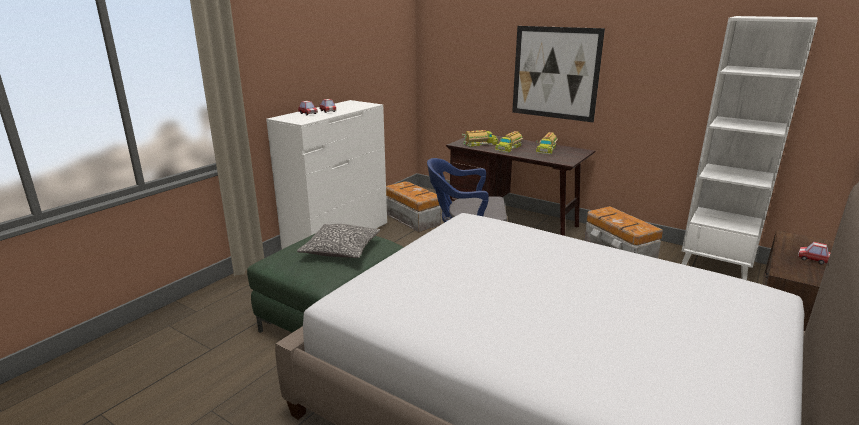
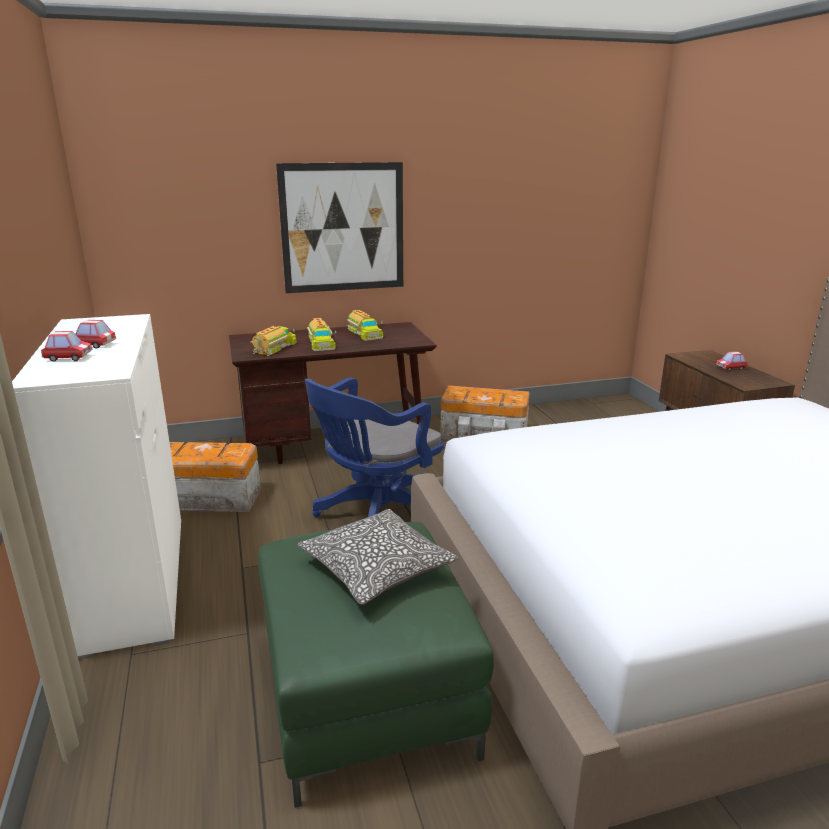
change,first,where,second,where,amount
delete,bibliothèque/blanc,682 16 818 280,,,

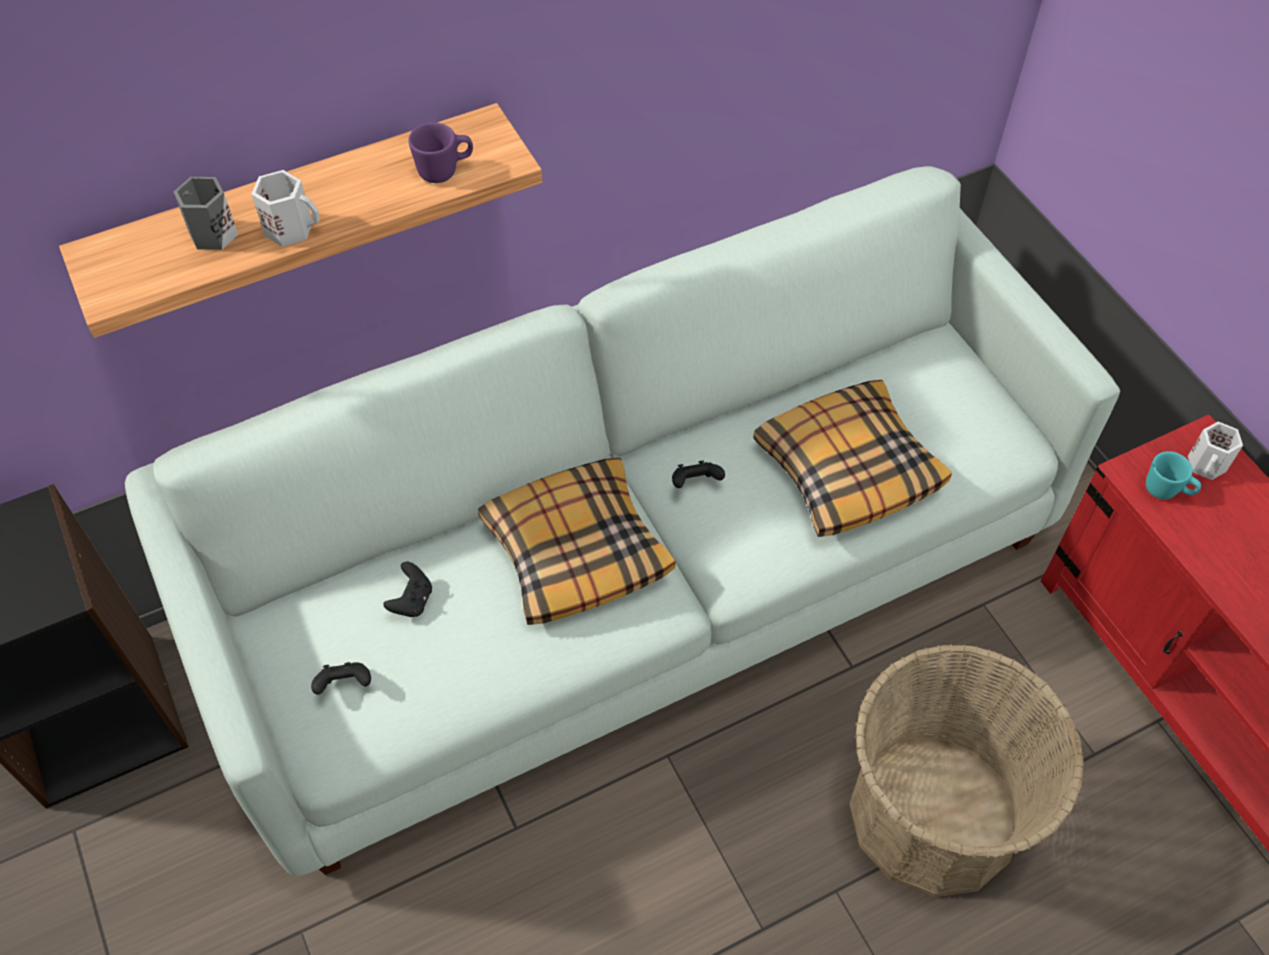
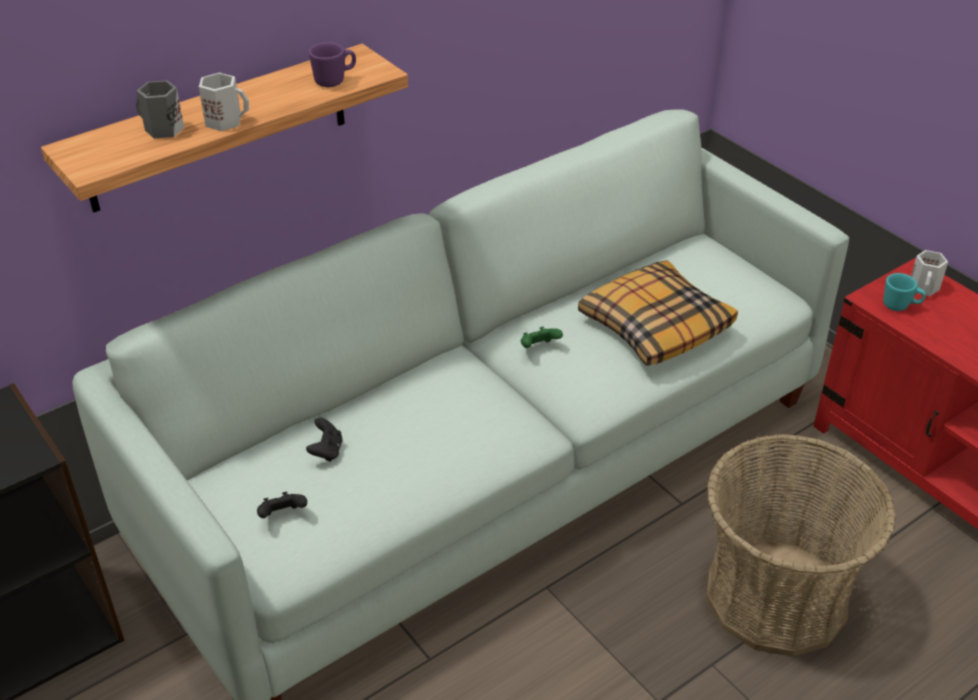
change,first,where,second,where,amount
delete,coussin,478 458 675 625,,,
recolor,manette/noir,672 461 725 488,manette/vert,521 327 563 348,

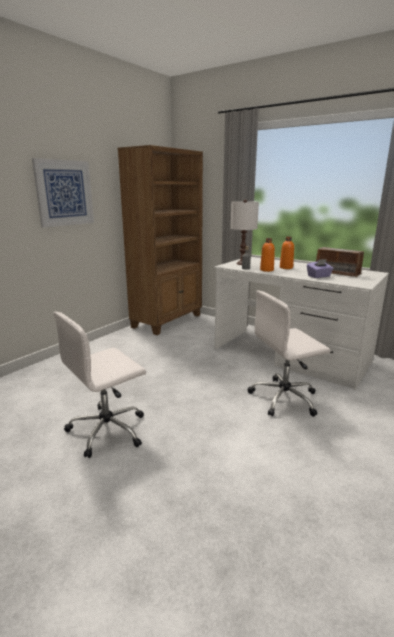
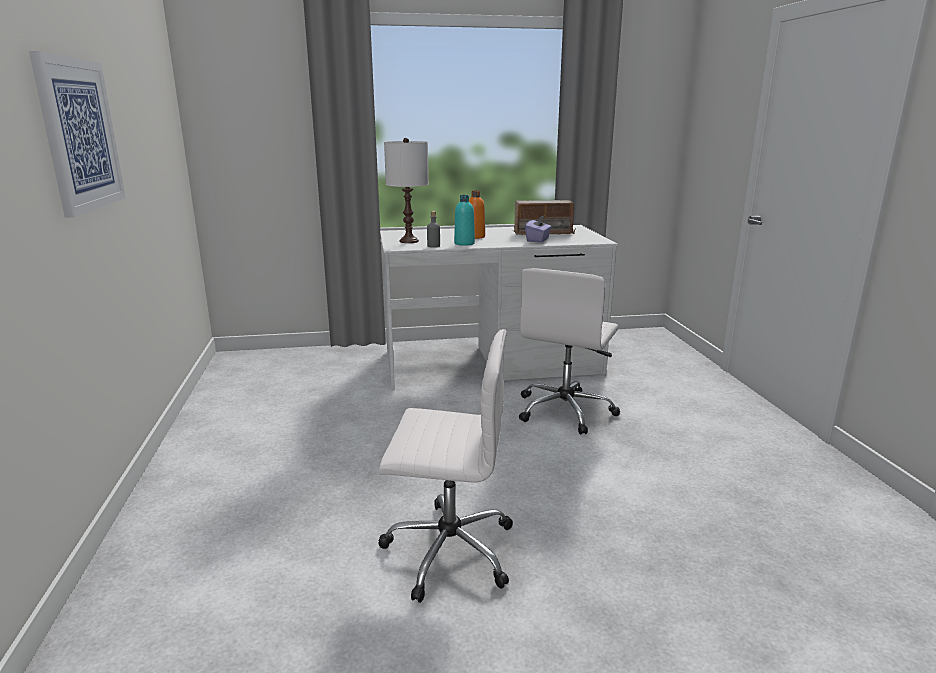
change,first,where,second,where,amount
rotate,chaise de bureau/blanc,53 312 146 458,,378 329 513 603,90 degrees counterclockwise
delete,bibliothèque/marron,118 145 203 335,,,
recolor,bouteille/orange,260 238 275 272,bouteille/turquoise,454 195 475 246,

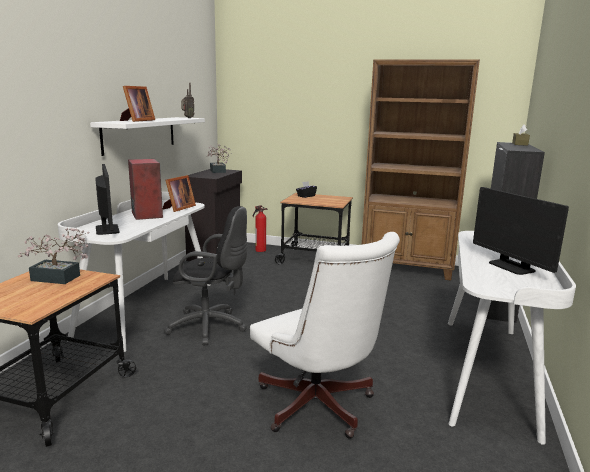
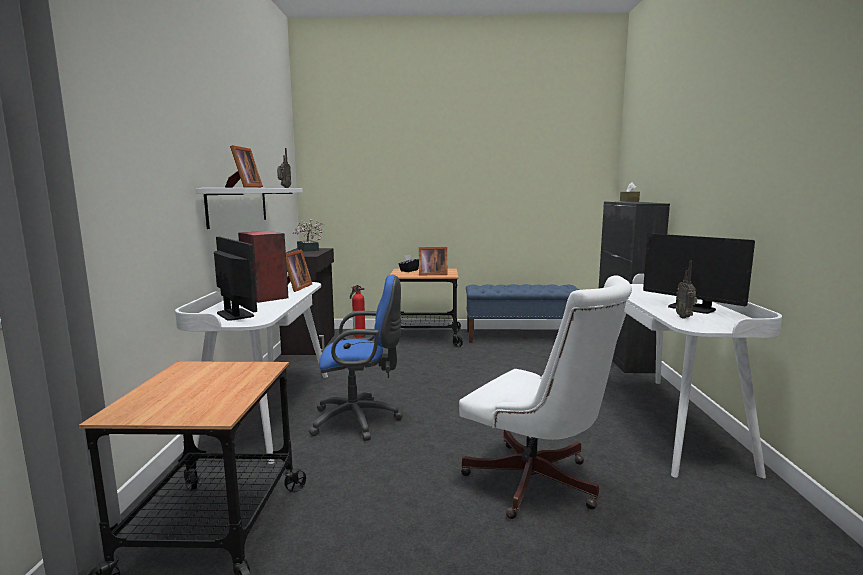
change,first,where,second,where,amount
delete,plante en pot,18 228 89 284,,,
recolor,chaise de bureau/noir,164 206 247 345,chaise de bureau/bleu,308 275 403 441,
replace,bibliothèque/marron,362 60 480 281,banc/bleu,466 284 579 343,
insert,,,cadre photo,419 247 448 275,
insert,,,radio,676 260 697 318,

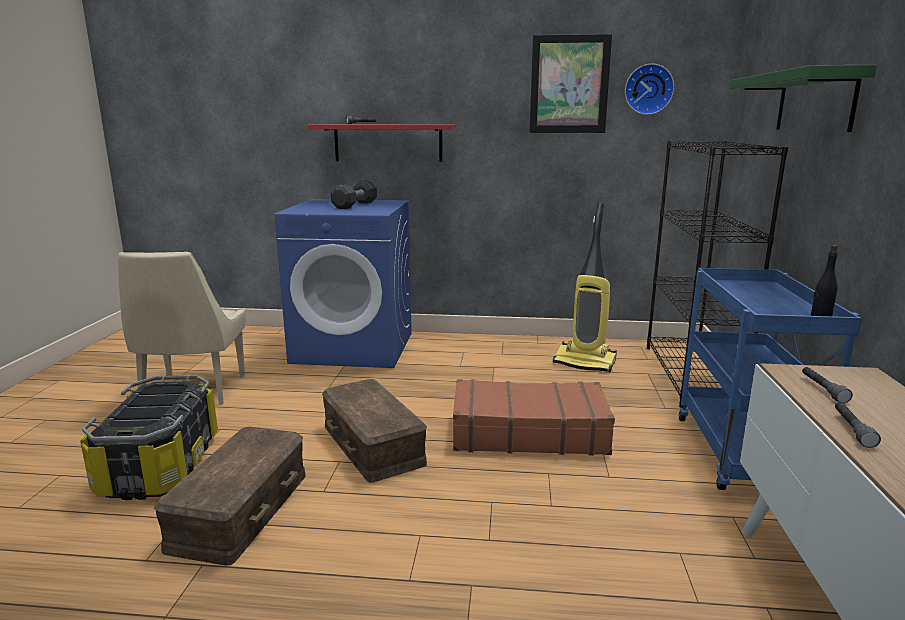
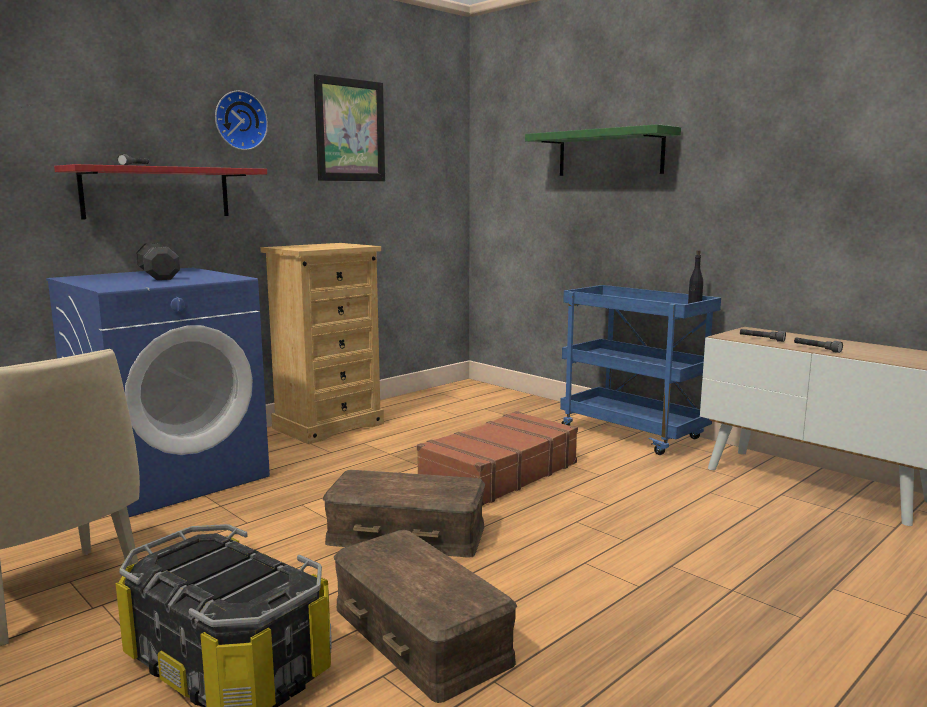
change,first,where,second,where,amount
delete,aspirateur,553 203 617 372,,,
move,horloge murale,625 64 674 115,,215 91 268 150,
delete,bibliothèque/noir,647 140 788 408,,,
insert,,,commode/beige,260 243 384 444,

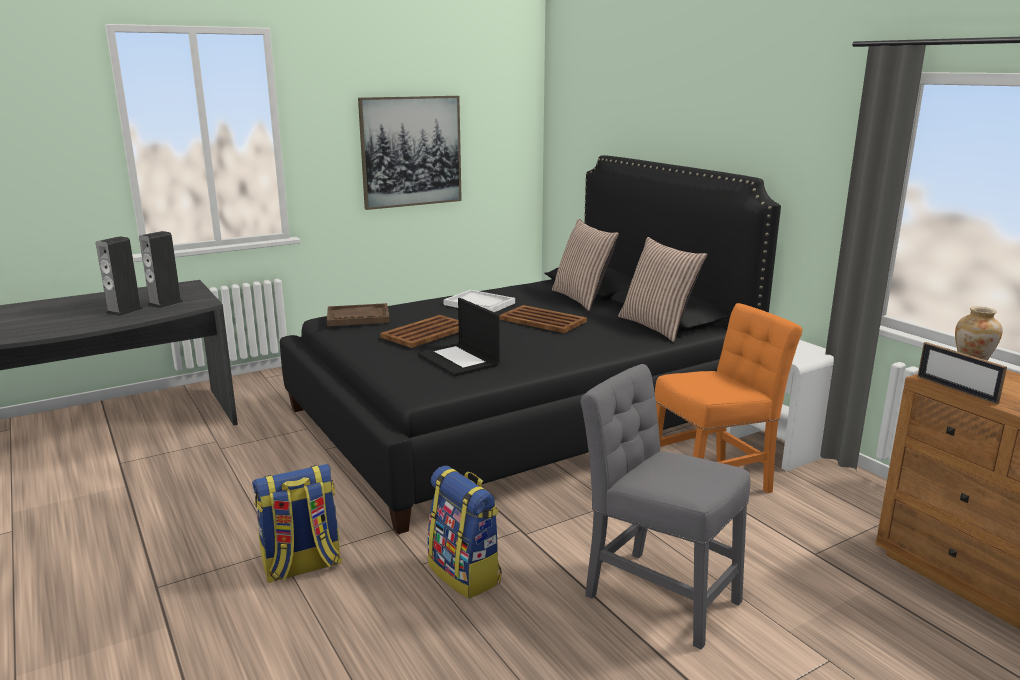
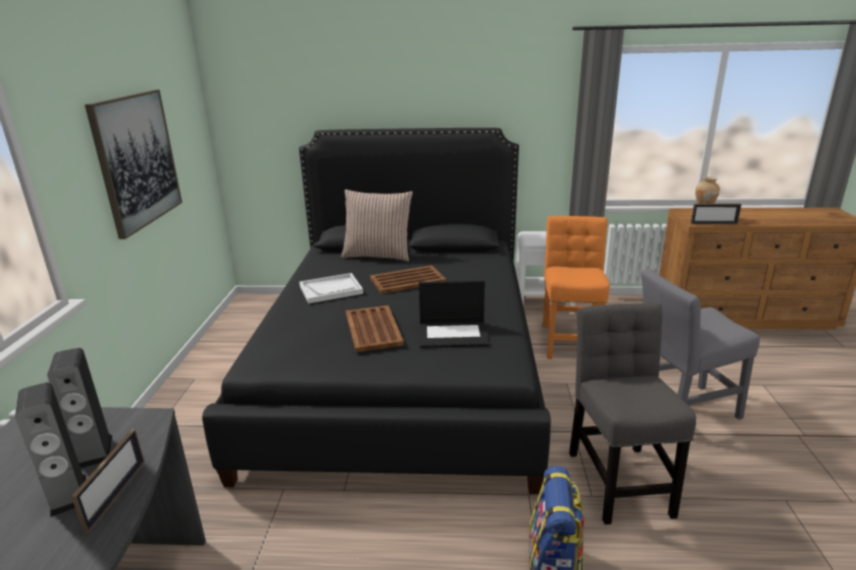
change,first,where,second,where,amount
delete,plateau/marron,327 303 390 326,,,
replace,sac à dos,427 466 502 599,chaise/gris,569 303 696 525,
delete,coussin,618 237 707 342,,,
insert,,,cadre photo,71 429 145 533,

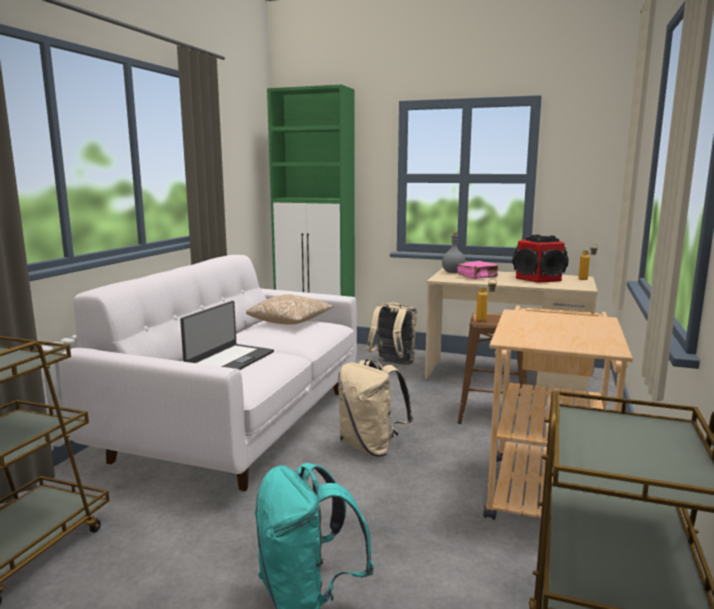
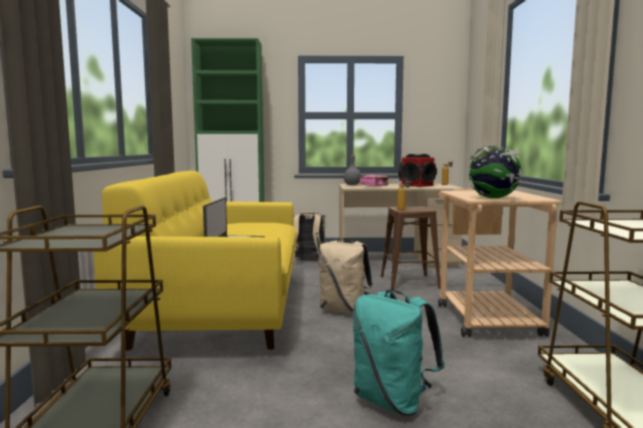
change,first,where,second,where,amount
recolor,canapé/blanc,59 255 357 491,canapé/jaune,94 171 296 351,
delete,coussin,246 294 334 325,,,
insert,,,globe,468 146 523 198,

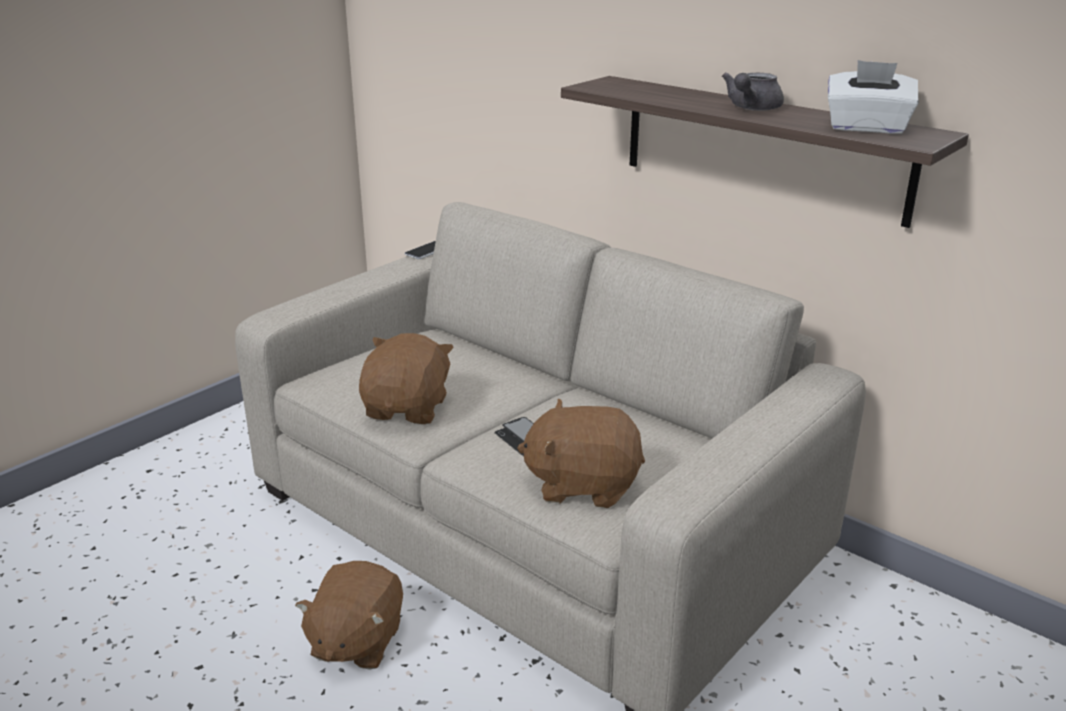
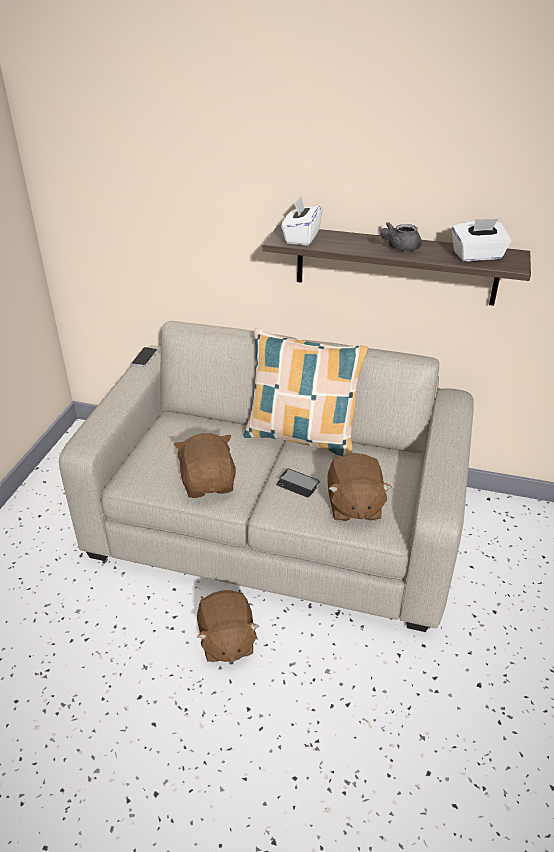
change,first,where,second,where,amount
rotate,peluche/marron,517 398 645 508,,327 453 392 521,75 degrees counterclockwise
rotate,théière/gris,722 72 784 111,,380 222 422 251,45 degrees clockwise
insert,,,coussin,244 328 369 456,
insert,,,boîte à mouchoirs/blanc,281 197 323 246,

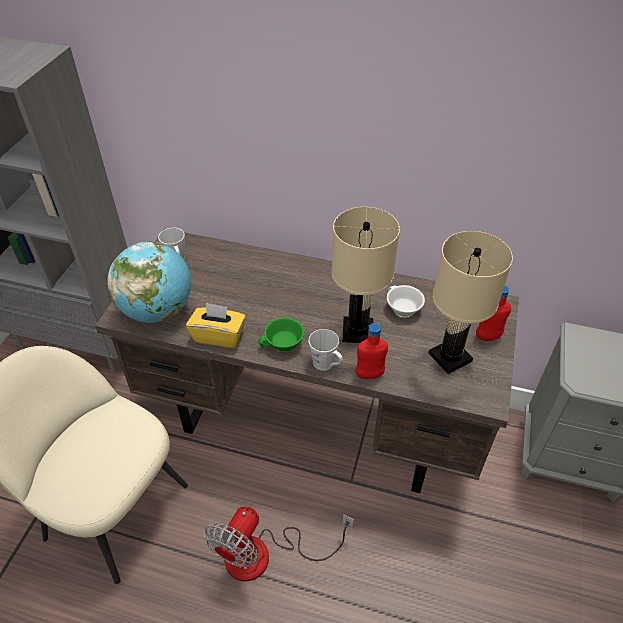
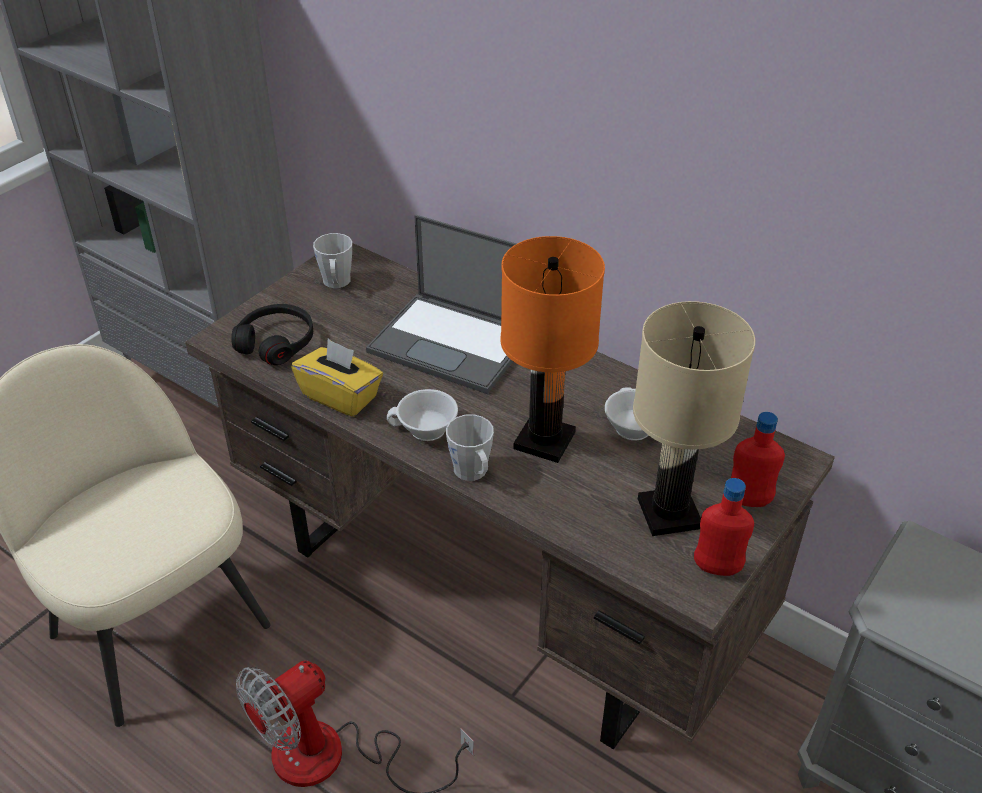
change,first,where,second,where,amount
replace,globe,107 241 191 323,casque audio/noir,231 304 313 365,
recolor,tasse/vert,258 317 304 352,tasse/blanc,387 389 458 441,
recolor,lampe de table/beige,331 207 400 343,lampe de table/orange,501 236 605 463,
move,bouteille/rouge,356 323 388 379,,694 478 754 576,
insert,,,ordinateur portable,366 215 516 394,

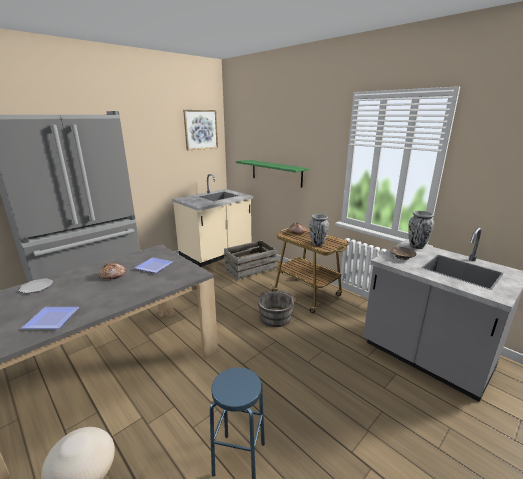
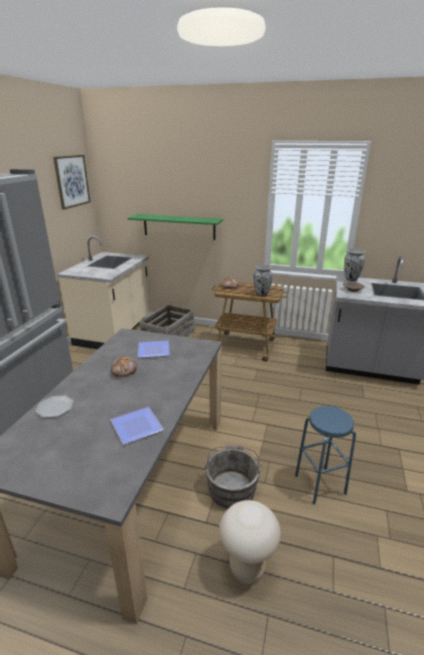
change,first,where,second,where,amount
move,seau/gris,258 290 297 327,,205 445 262 508,

